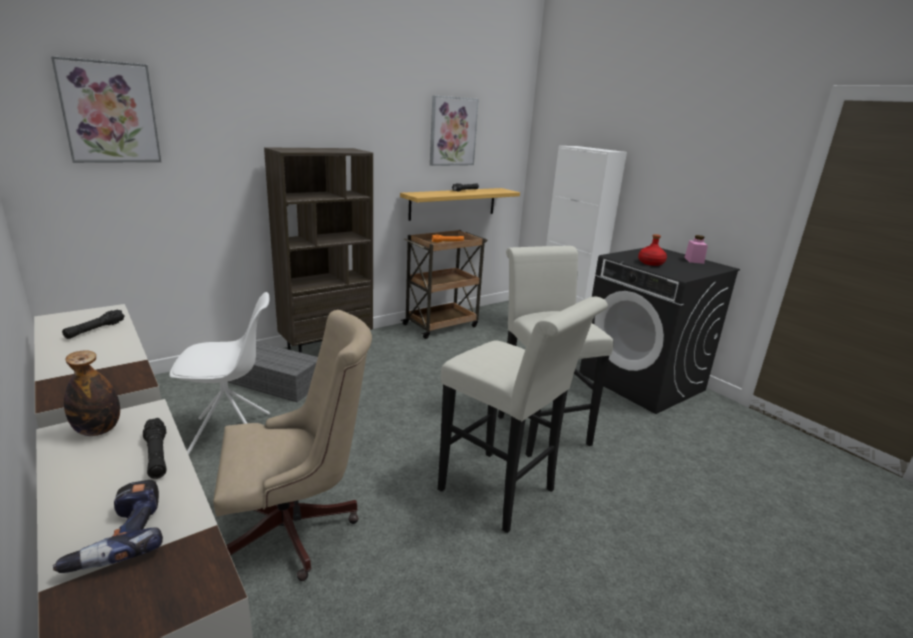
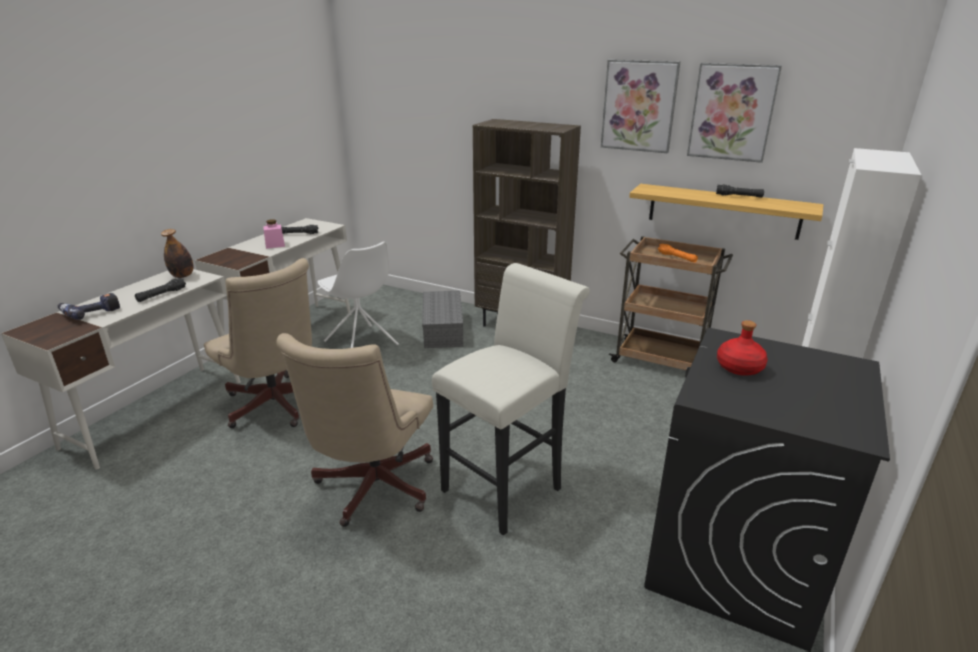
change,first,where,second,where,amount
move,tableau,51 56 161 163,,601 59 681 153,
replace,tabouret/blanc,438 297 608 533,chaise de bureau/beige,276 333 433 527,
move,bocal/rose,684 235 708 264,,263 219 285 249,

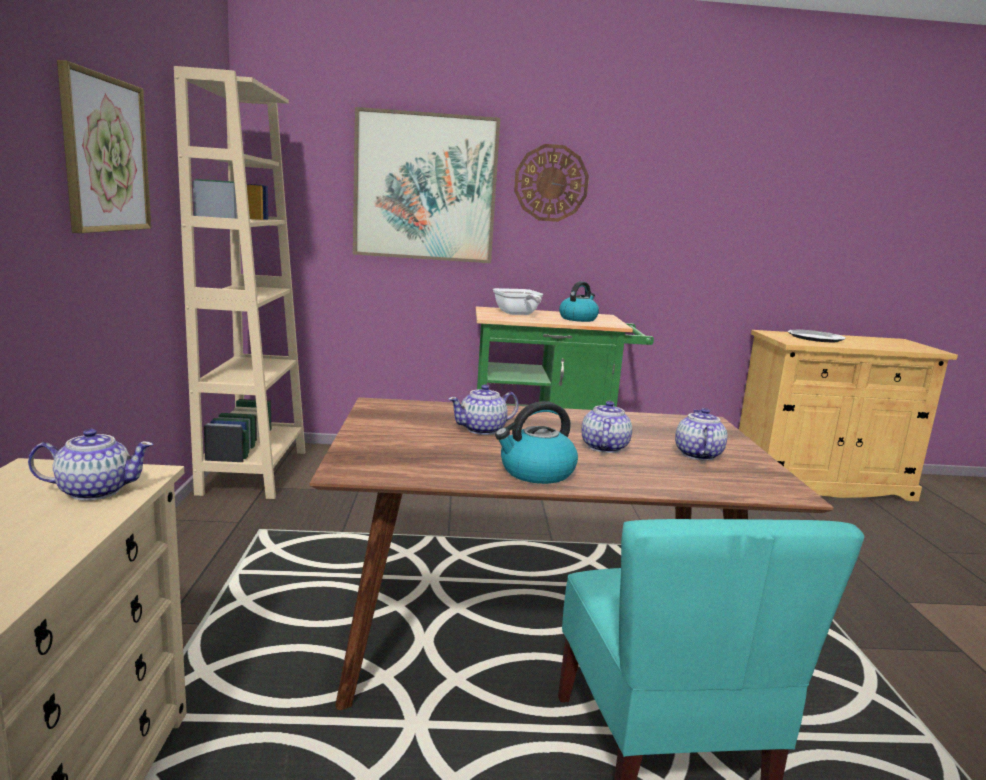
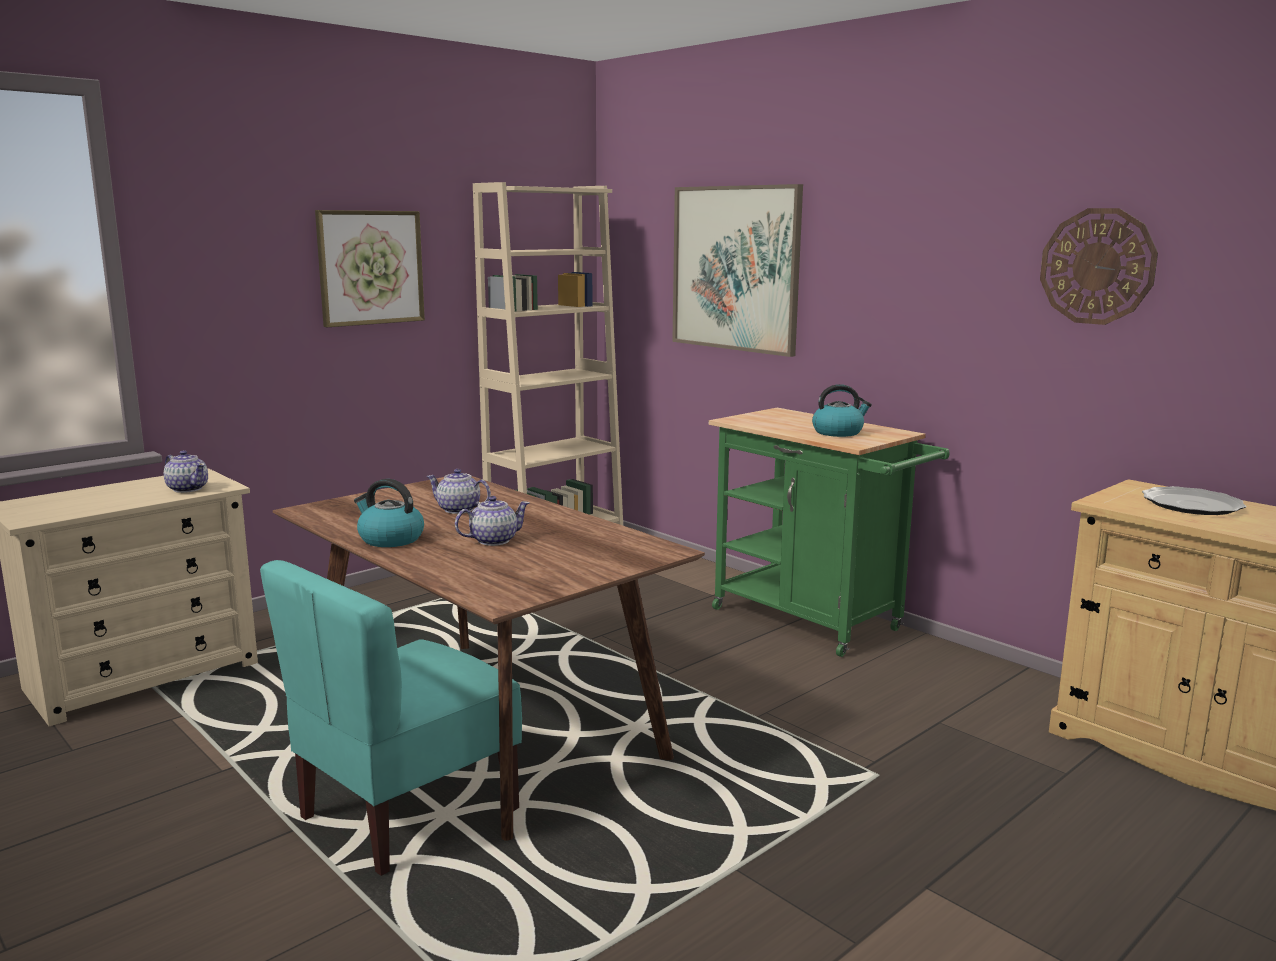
change,first,where,second,where,amount
delete,poêle,493 288 543 315,,,
move,horloge murale,514 144 589 222,,1040 208 1158 325,
delete,théière,675 408 727 461,,,

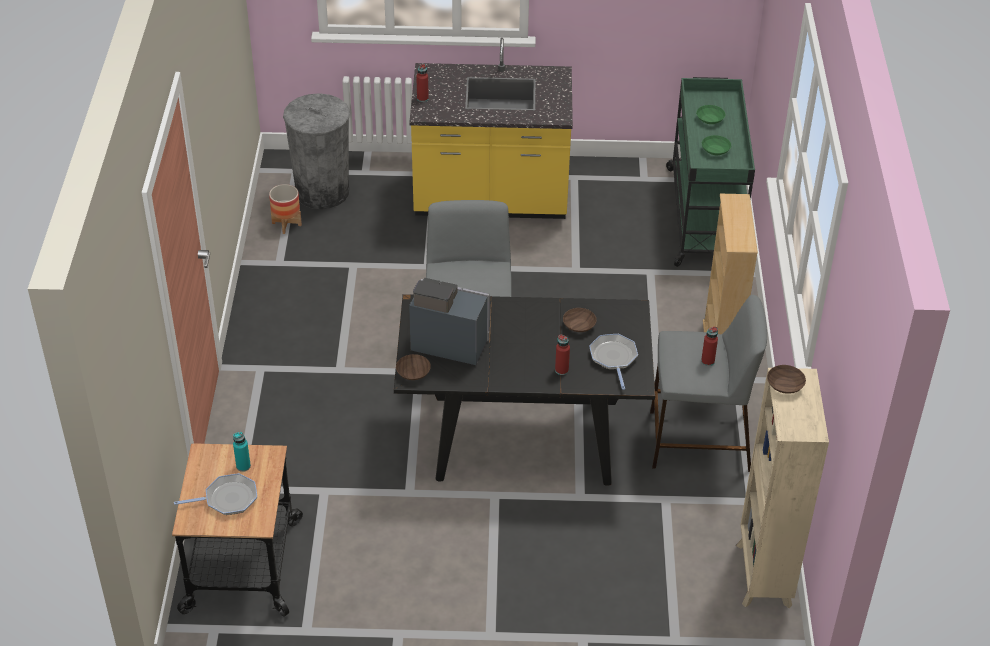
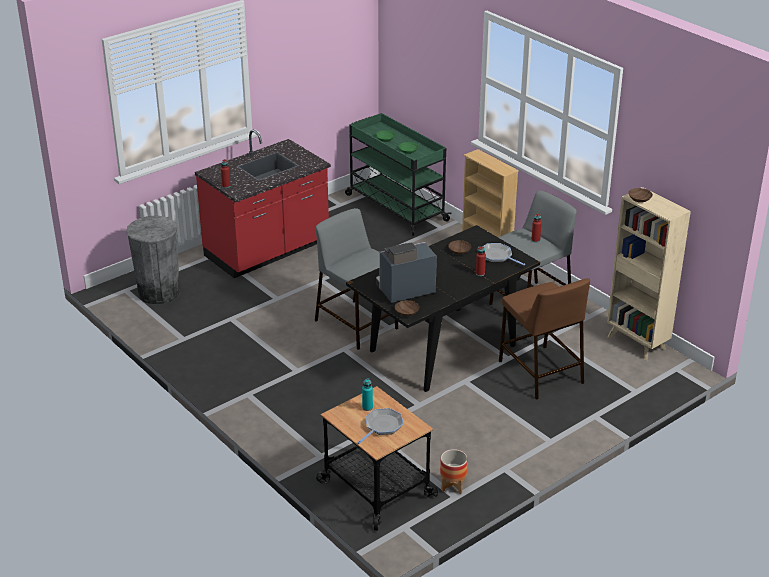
change,first,where,second,where,amount
move,cache-pot,269 184 302 234,,440 449 468 494,
recolor,comptoir de cuisine/jaune,409 38 573 219,comptoir de cuisine/rouge,195 130 331 278,
insert,,,tabouret/marron,499 278 590 400,

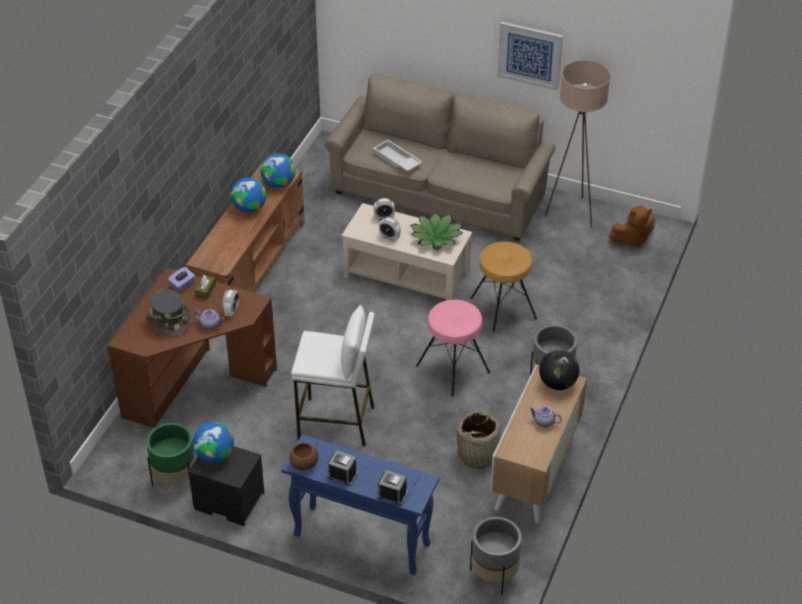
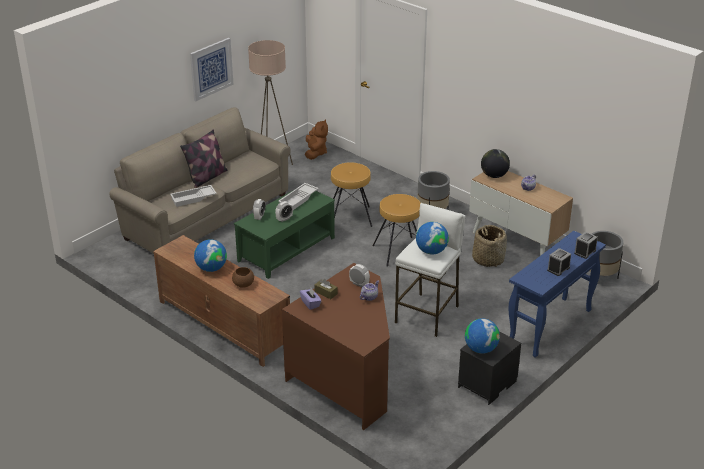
change,first,where,second,where,amount
delete,chapeau/gris,146 289 191 337,,,
delete,cache-pot/vert,146 423 195 487,,,
move,globe,260 153 295 188,,416 222 449 254,
move,bol/marron,289 443 318 470,,232 267 254 288,
recolor,table basse/beige,341 203 472 301,table basse/vert,234 191 335 279,
replace,plante en pot,410 213 463 250,plateau/blanc,278 183 319 210,
recolor,tabouret/rose,416 300 490 396,tabouret/marron,372 194 420 267,
insert,,,coussin,180 129 228 188,

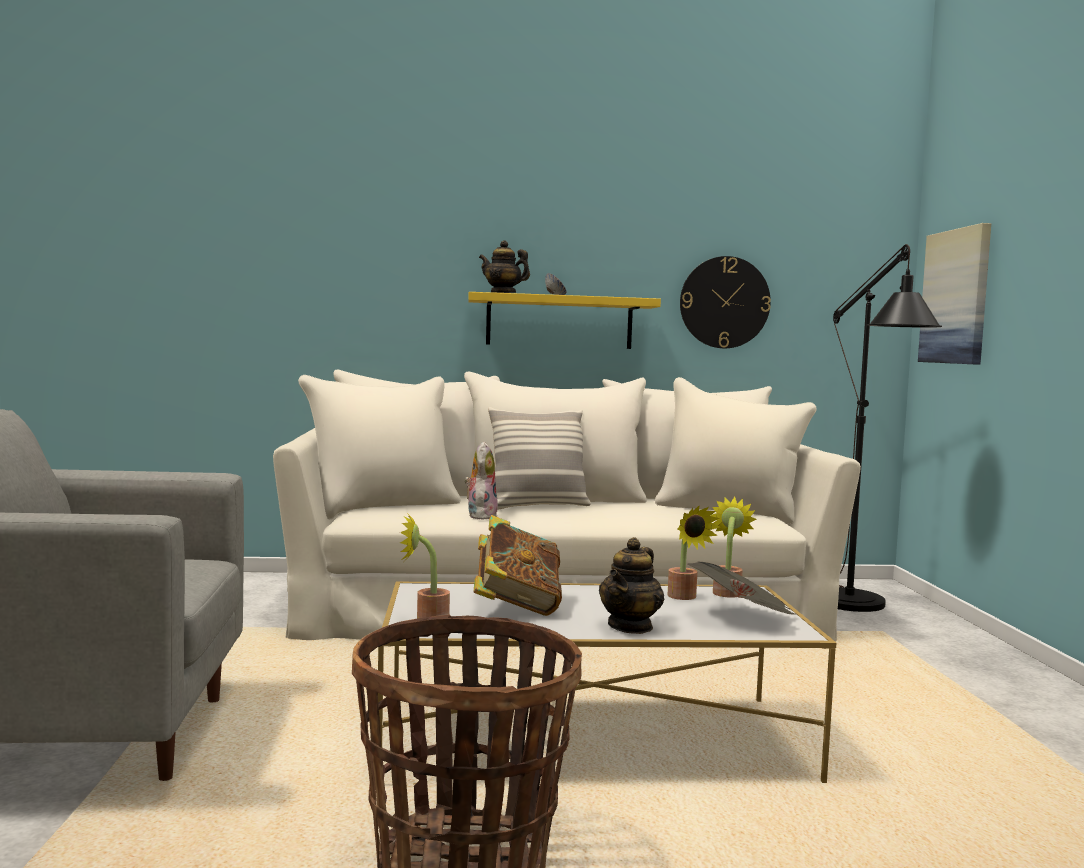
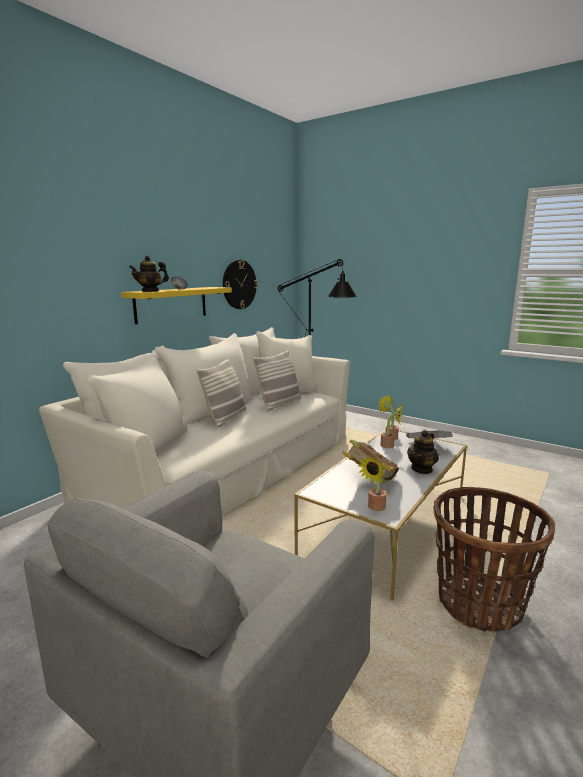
change,first,where,second,where,amount
delete,peluche,464 442 498 520,,,
rotate,théière,599 537 664 634,,407 430 439 474,60 degrees clockwise
delete,tableau,918 223 991 365,,,
insert,,,coussin,253 350 302 412,

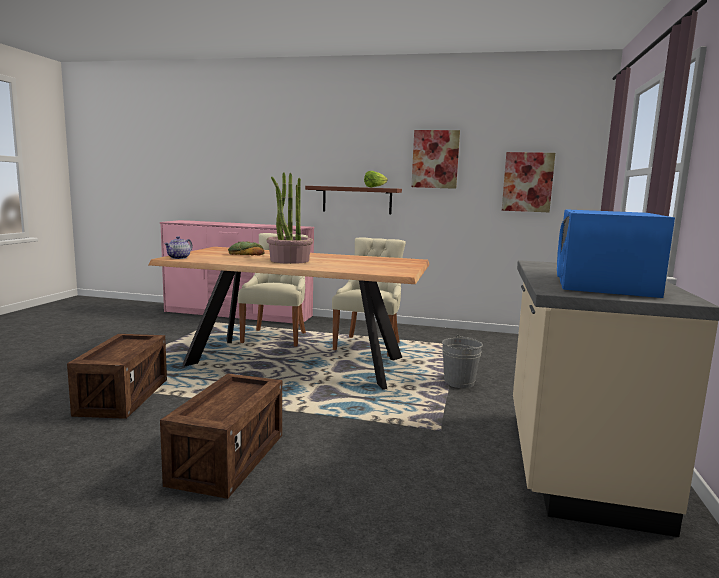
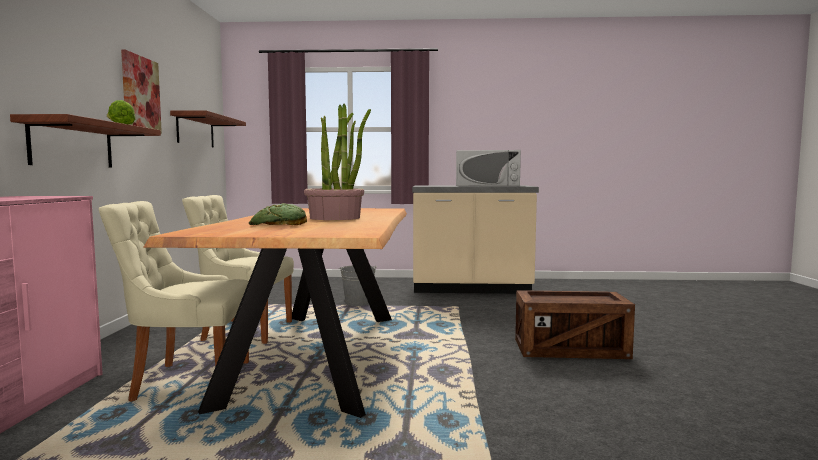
change,first,where,second,where,amount
delete,caisse,67 334 167 419,,,
delete,théière,164 236 192 259,,,
replace,tableau,502 152 555 212,étagère,170 110 246 148,
recolor,micro-ondes/bleu,557 209 675 298,micro-ondes/blanc,456 150 521 186,

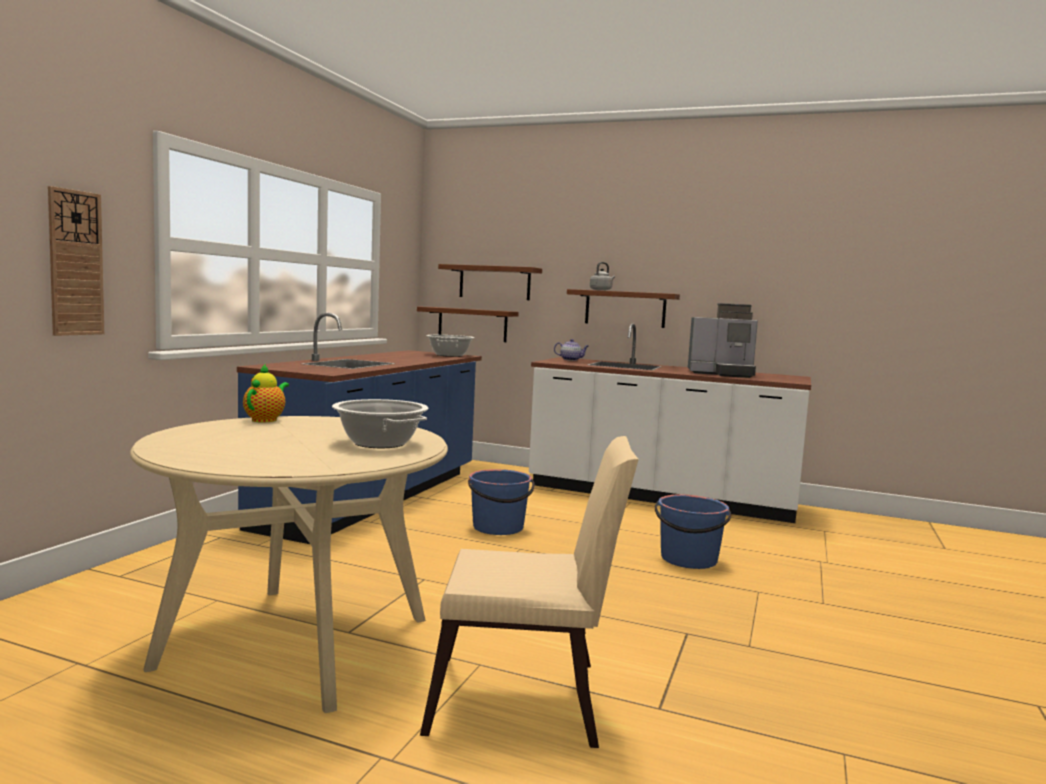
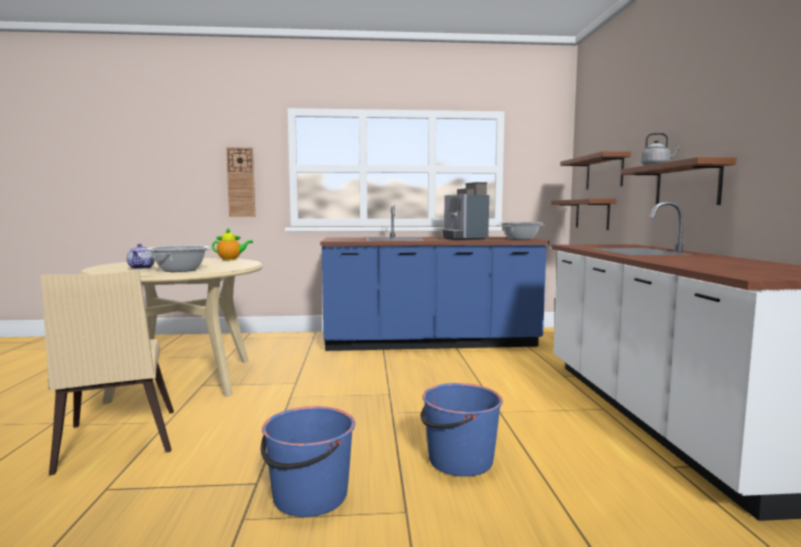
change,first,where,second,where,amount
move,seau/bleu,468 469 535 535,,261 406 355 517,
move,théière,554 339 588 361,,127 244 155 269,
move,machine à café,688 303 758 378,,442 182 489 240,

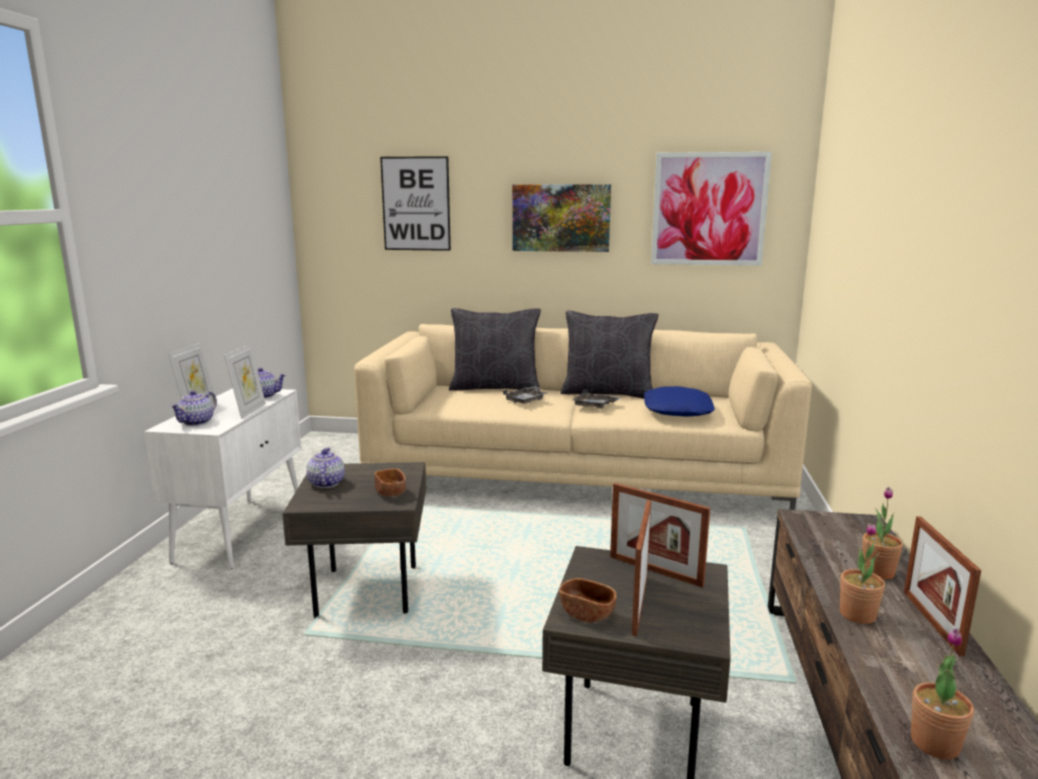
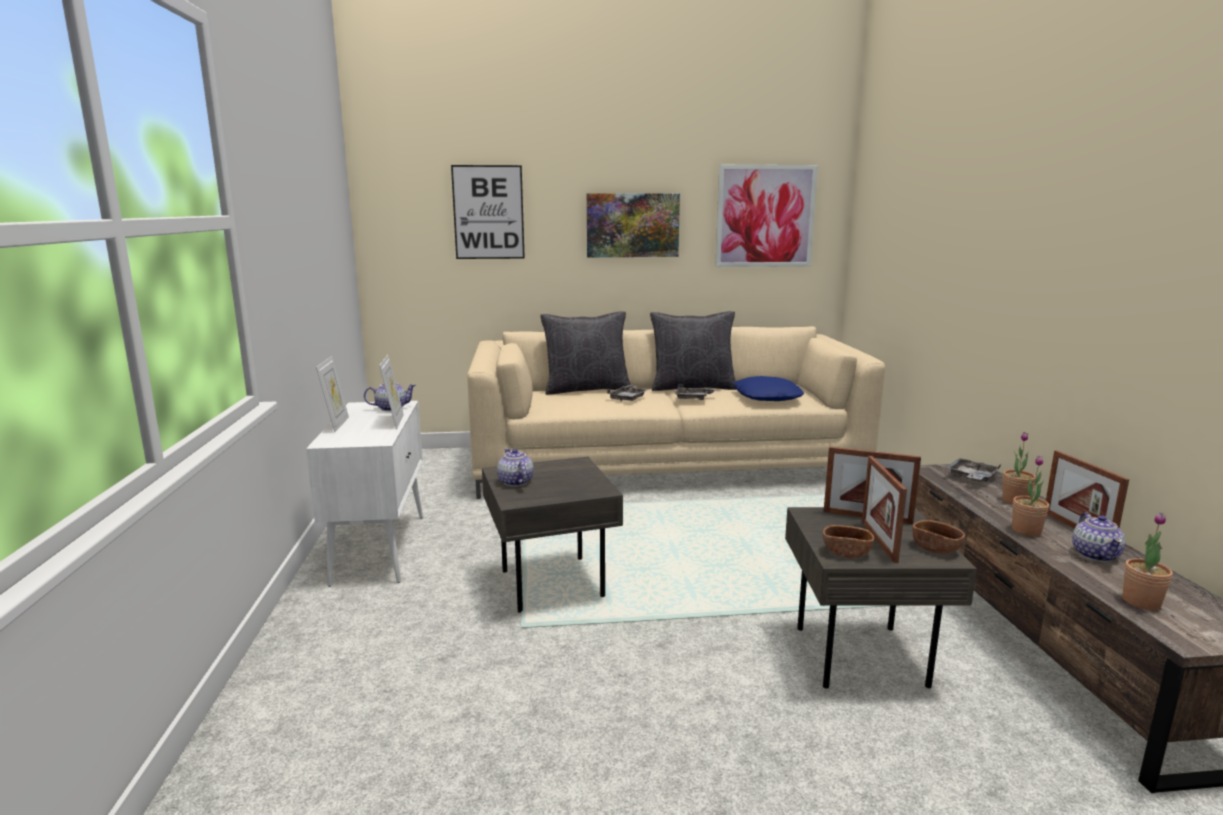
change,first,where,second,where,amount
move,théière,170 390 217 426,,1072 512 1125 562,
move,bol/marron,374 468 406 497,,913 520 965 554,
insert,,,plateau/gris,946 458 1001 482,

